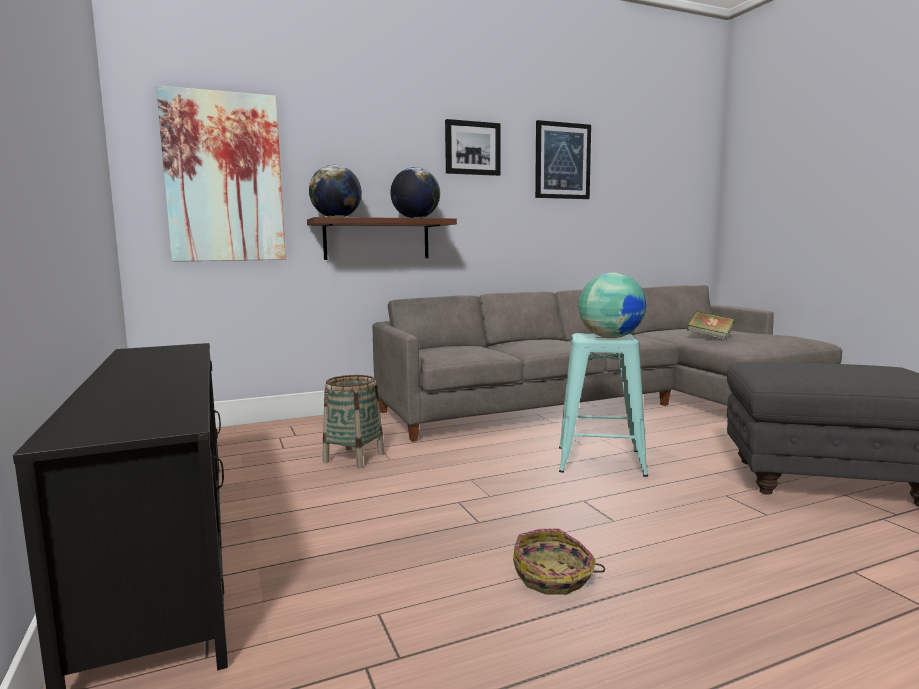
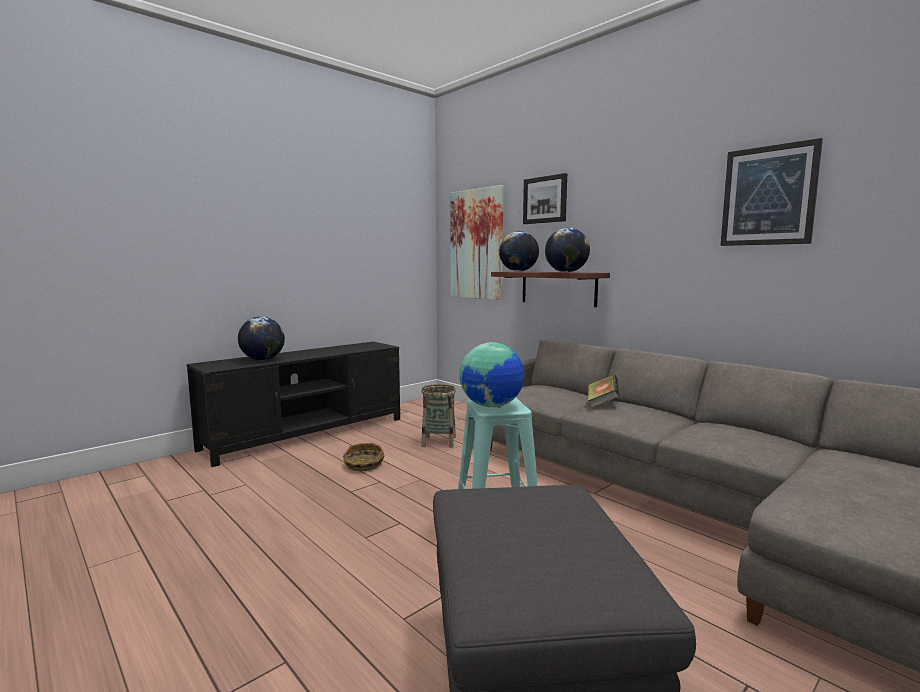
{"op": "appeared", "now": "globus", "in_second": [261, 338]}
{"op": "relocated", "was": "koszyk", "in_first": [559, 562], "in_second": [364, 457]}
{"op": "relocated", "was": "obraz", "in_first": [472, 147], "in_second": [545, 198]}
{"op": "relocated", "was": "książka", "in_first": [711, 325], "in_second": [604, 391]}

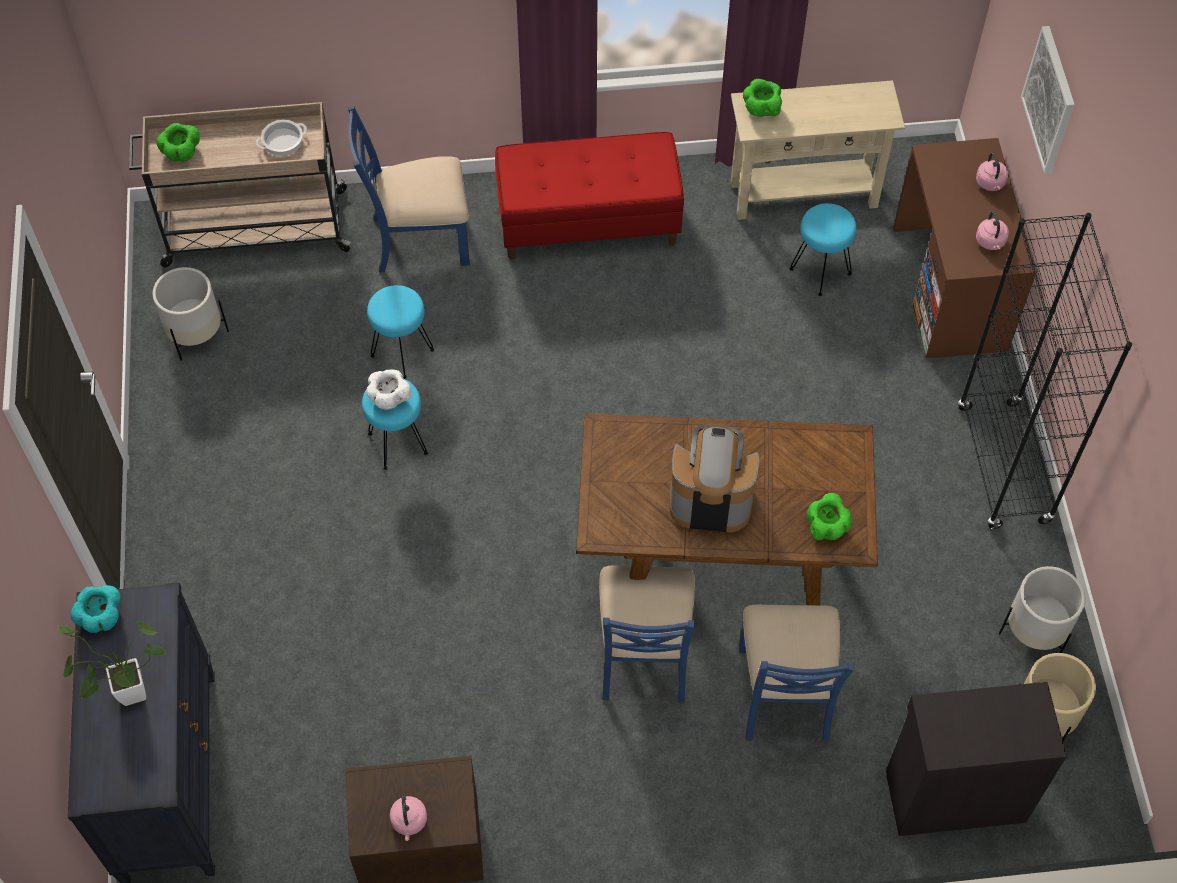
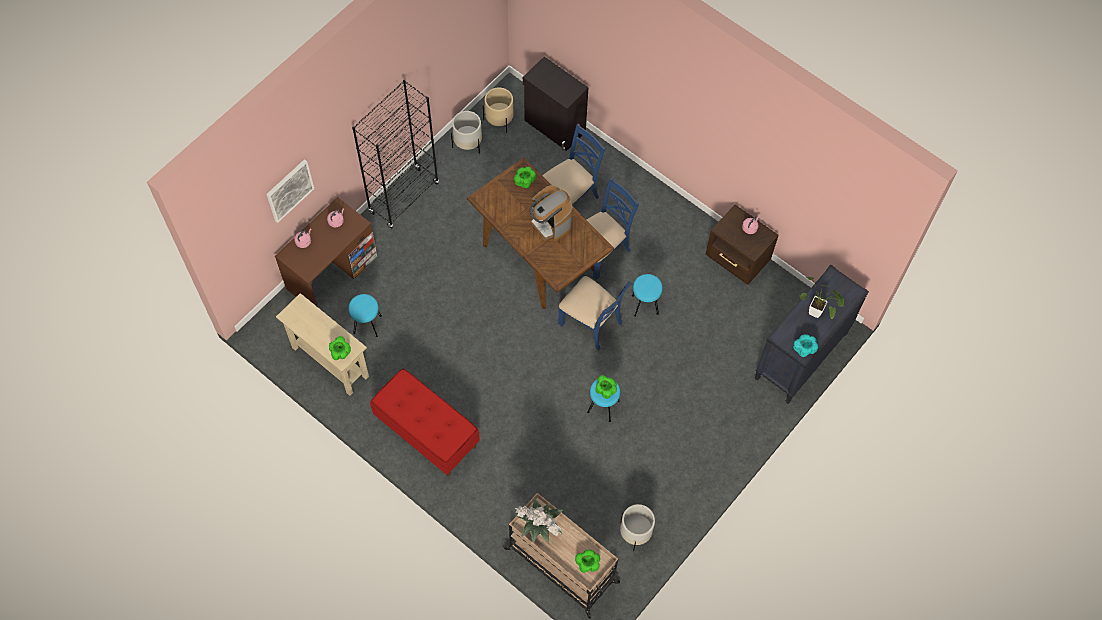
{"op": "exchanged", "was": "garnek", "now": "roślina doniczkowa", "in_first": [281, 138], "in_second": [539, 521]}
{"op": "relocated", "was": "krzesło [niebieski]", "in_first": [409, 189], "in_second": [594, 313]}
{"op": "colour", "was": "miska [biały]", "now": "miska [zielony]", "in_first": [388, 389], "in_second": [606, 387]}
{"op": "relocated", "was": "stołek [turkusowy]", "in_first": [400, 332], "in_second": [647, 295]}

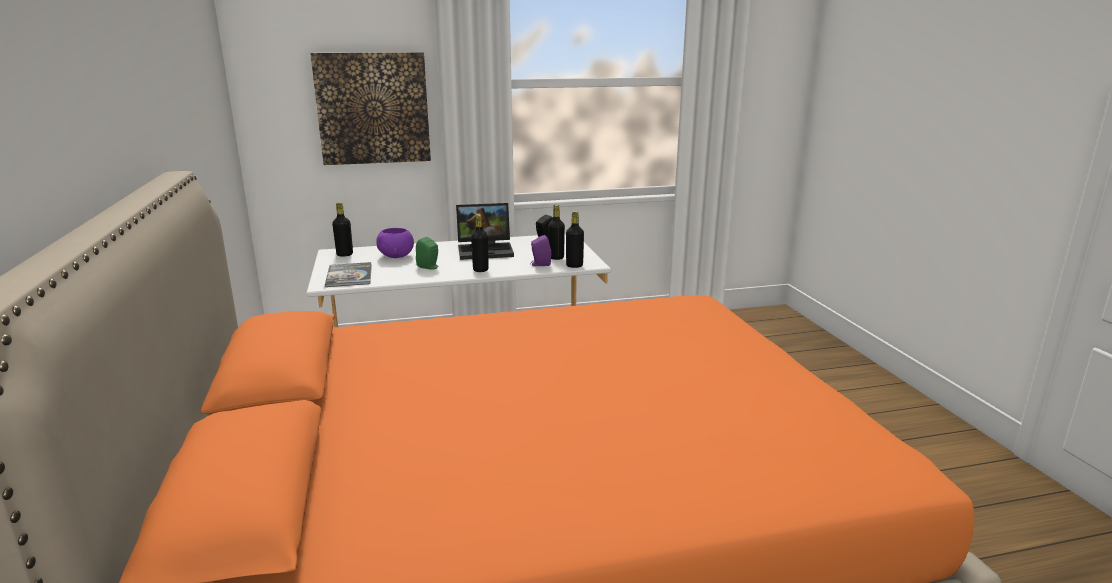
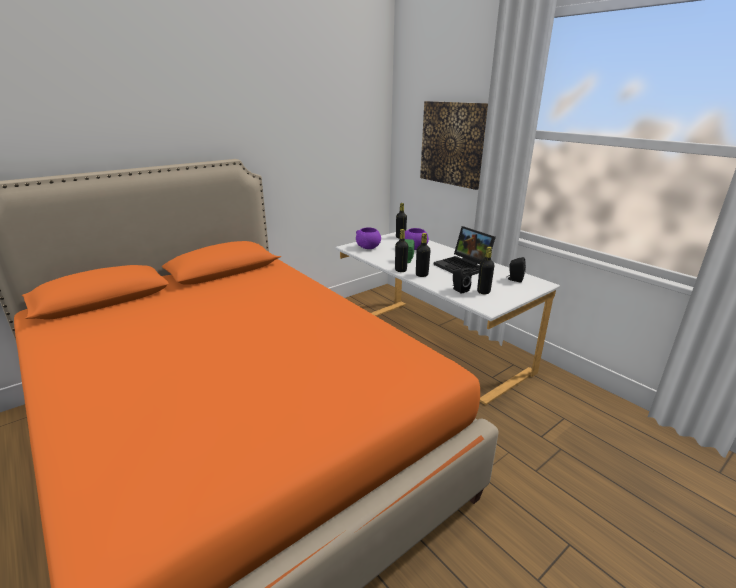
{"op": "exchanged", "was": "książka", "now": "miska [fioletowy]", "in_first": [348, 274], "in_second": [368, 238]}
{"op": "relocated", "was": "butelka [czarny]", "in_first": [575, 239], "in_second": [401, 250]}
{"op": "colour", "was": "głośnik [fioletowy]", "now": "głośnik [czarny]", "in_first": [540, 250], "in_second": [462, 281]}

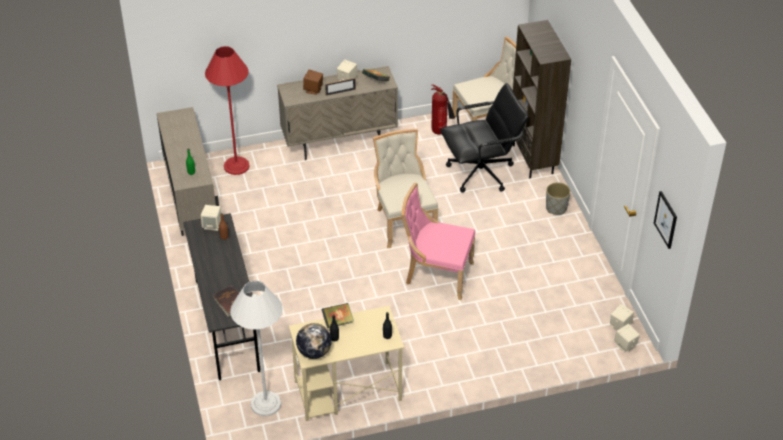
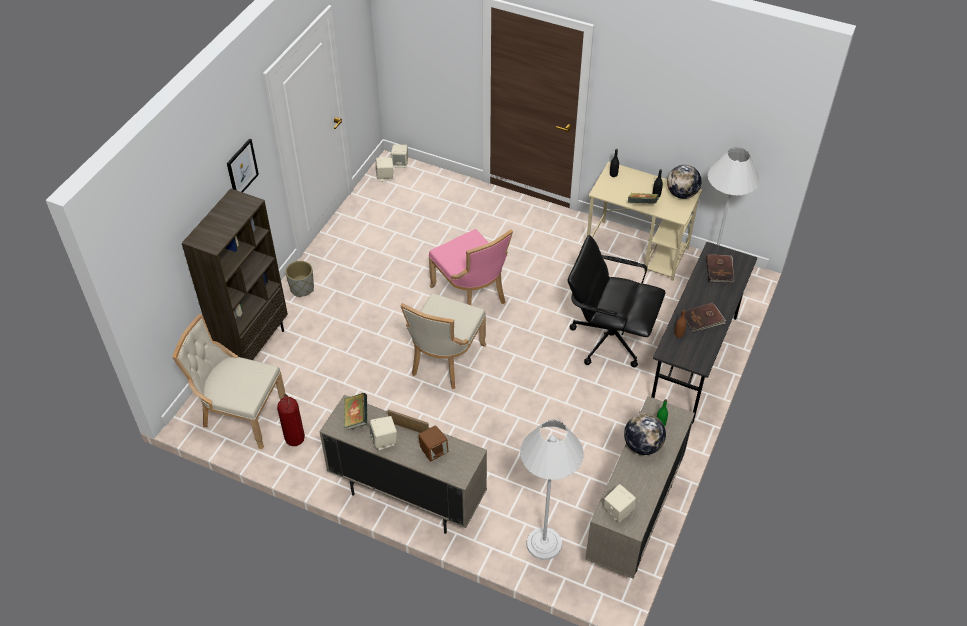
{"op": "relocated", "was": "obraz", "in_first": [665, 220], "in_second": [243, 165]}
{"op": "colour", "was": "lampa stojąca [czerwony]", "now": "lampa stojąca [biały]", "in_first": [227, 110], "in_second": [552, 490]}
{"op": "relocated", "was": "krzesło biurowe [czarny]", "in_first": [484, 138], "in_second": [616, 301]}
{"op": "relocated", "was": "głośnik [beżowy]", "in_first": [211, 218], "in_second": [620, 503]}
{"op": "appeared", "now": "globus", "in_second": [645, 434]}
{"op": "appeared", "now": "książka [brązowy]", "in_second": [703, 317]}

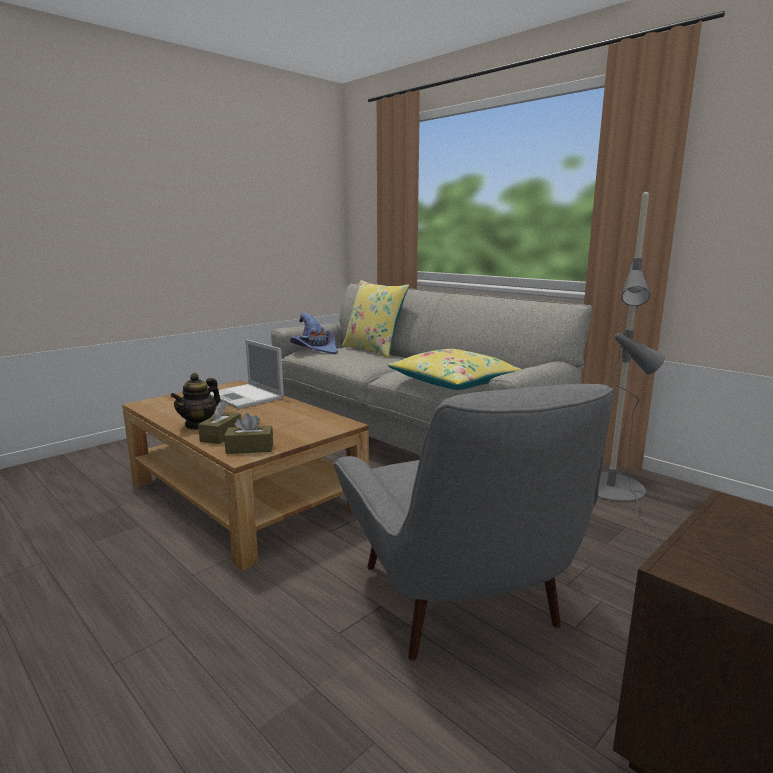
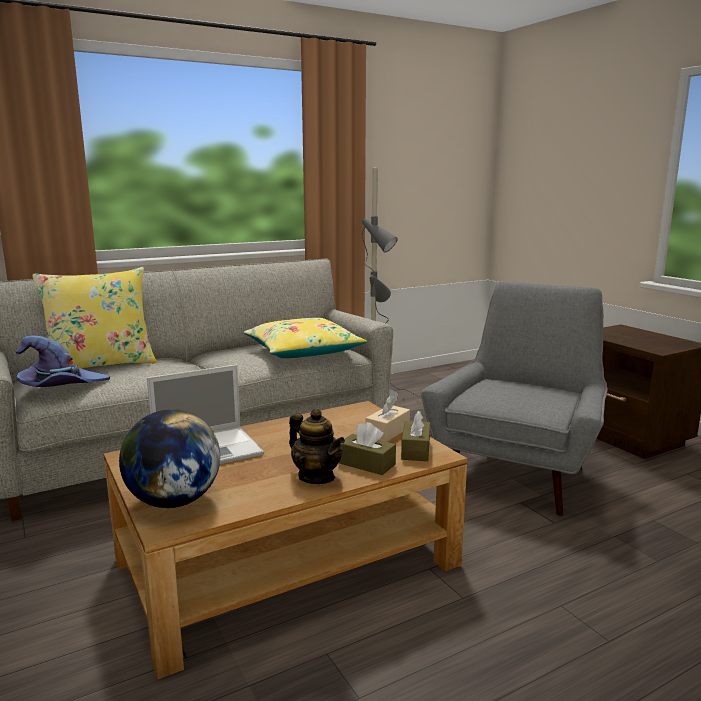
{"op": "appeared", "now": "globus", "in_second": [169, 458]}
{"op": "appeared", "now": "pudełko chusteczek [beżowy]", "in_second": [387, 418]}
{"op": "spun", "was": "fotel [szary]", "in_first": [474, 522], "in_second": [514, 398], "clockwise": -60}

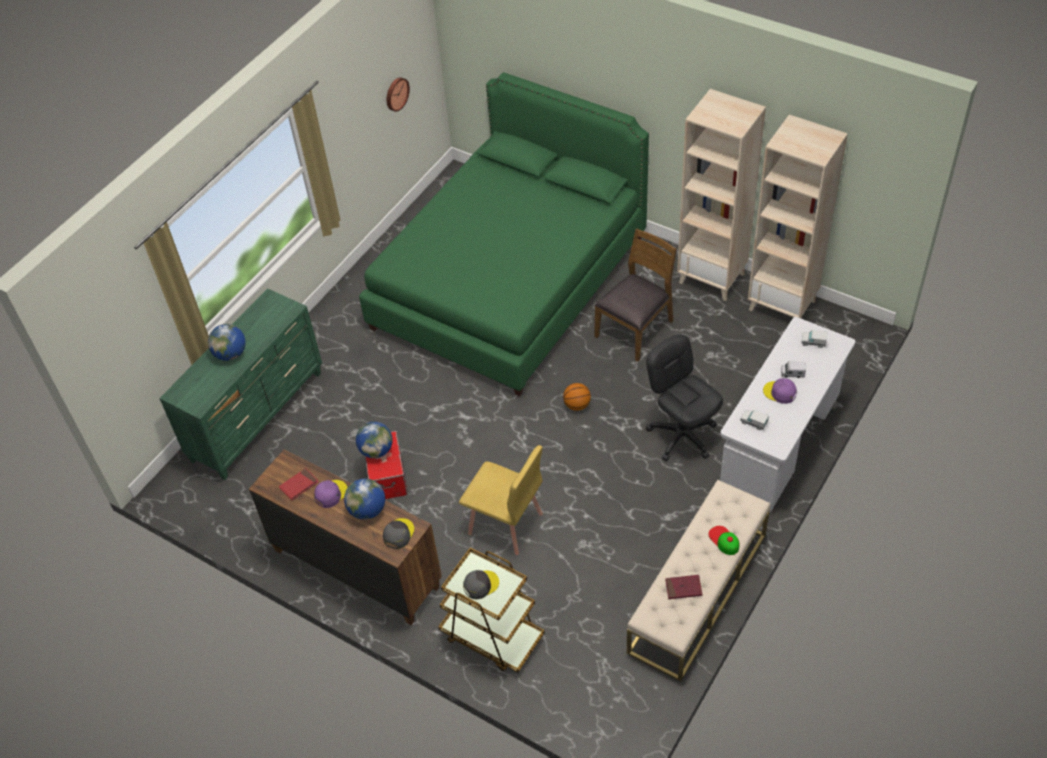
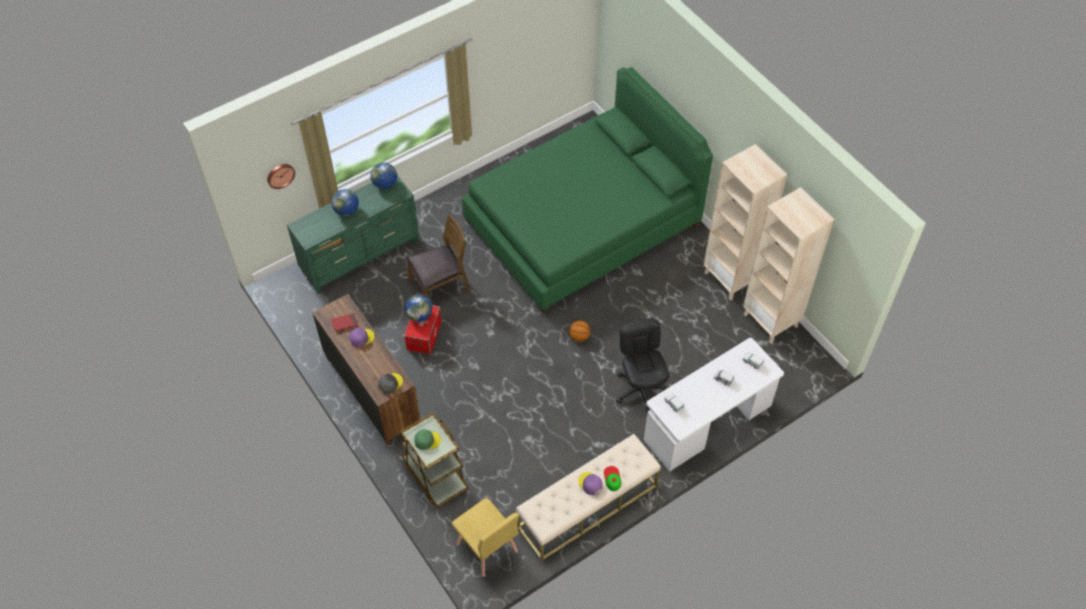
{"op": "relocated", "was": "zegar ścienny", "in_first": [398, 94], "in_second": [281, 176]}
{"op": "relocated", "was": "globus", "in_first": [364, 499], "in_second": [383, 175]}
{"op": "relocated", "was": "krzesło [brązowy]", "in_first": [635, 295], "in_second": [439, 256]}
{"op": "colour", "was": "czapka z daszkiem [szary]", "now": "czapka z daszkiem [zielony]", "in_first": [481, 584], "in_second": [427, 439]}
{"op": "relocated", "was": "krzesło [żółty]", "in_first": [501, 500], "in_second": [485, 537]}
{"op": "relocated", "was": "czapka z daszkiem [fioletowy]", "in_first": [780, 391], "in_second": [590, 483]}
{"op": "missing", "was": "książka [czerwony]", "in_first": [684, 587]}

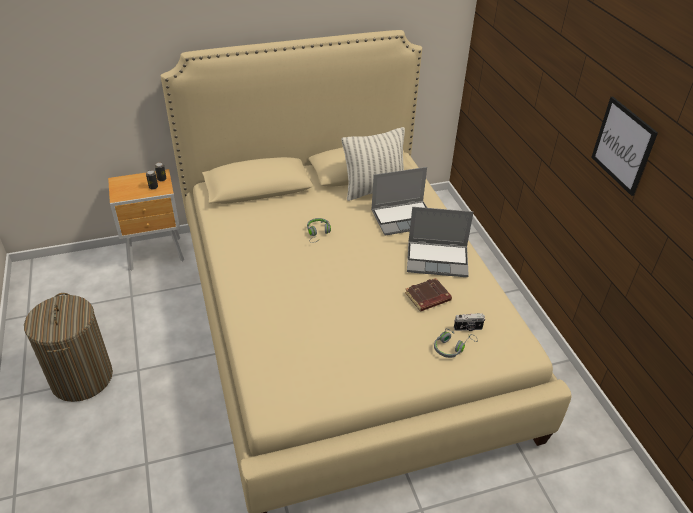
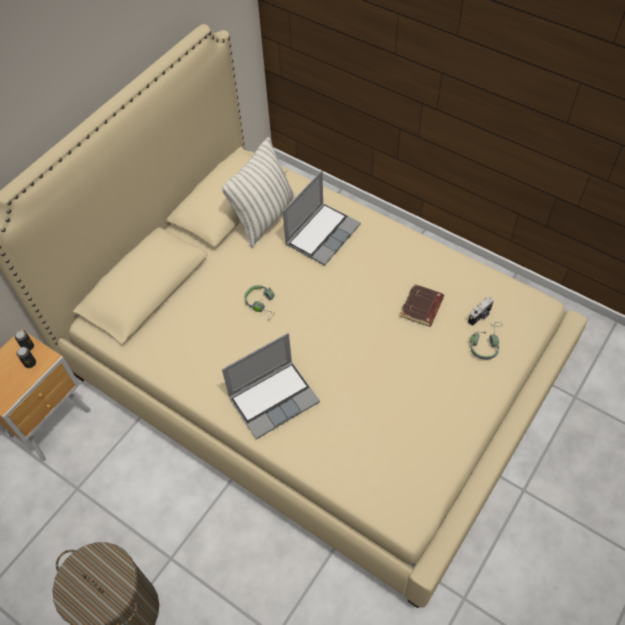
{"op": "relocated", "was": "laptop", "in_first": [440, 242], "in_second": [271, 386]}
{"op": "missing", "was": "obraz", "in_first": [624, 146]}

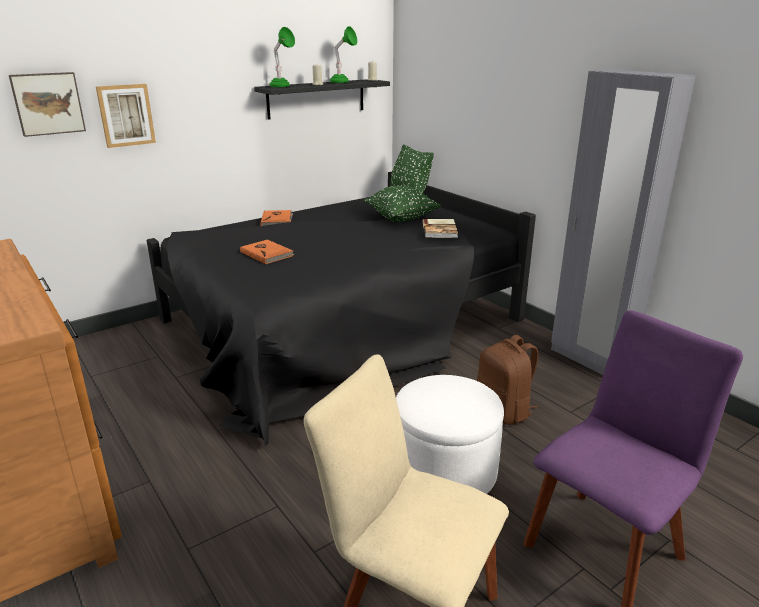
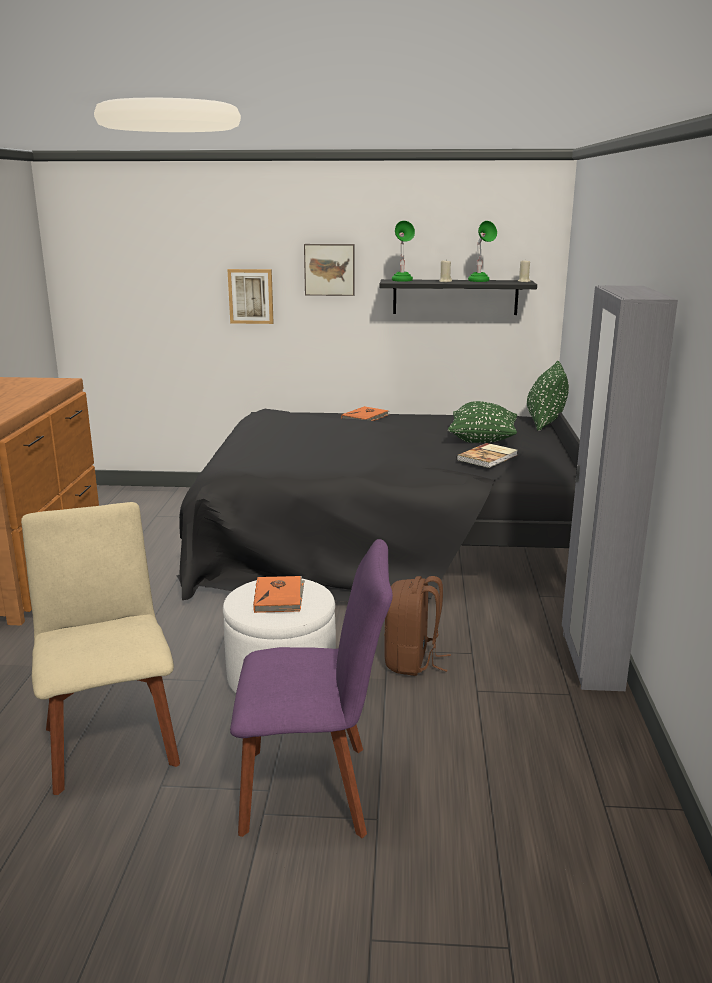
{"op": "relocated", "was": "książka [pomarańczowy]", "in_first": [267, 252], "in_second": [278, 594]}
{"op": "relocated", "was": "obraz", "in_first": [47, 104], "in_second": [329, 270]}

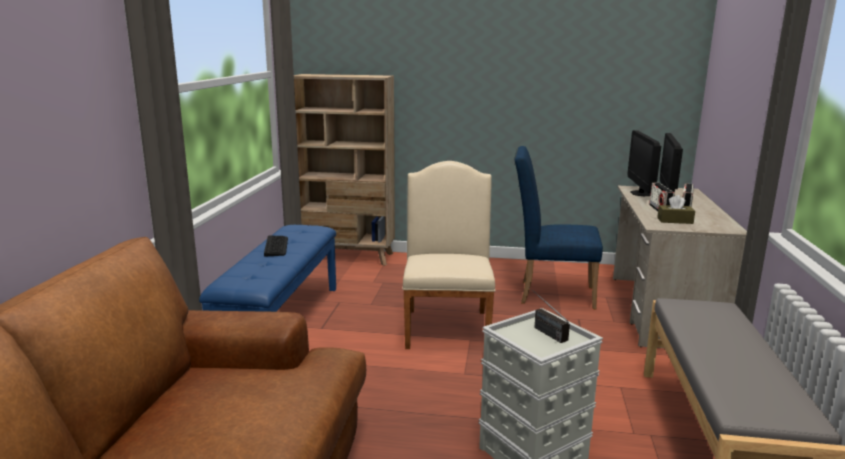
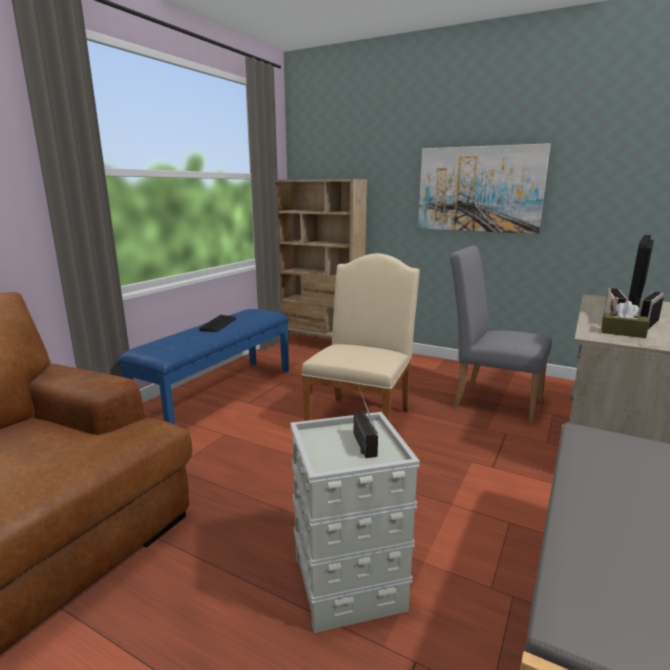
{"op": "appeared", "now": "obraz", "in_second": [484, 188]}
{"op": "colour", "was": "krzesło [niebieski]", "now": "krzesło [szary]", "in_first": [558, 227], "in_second": [501, 336]}
{"op": "missing", "was": "monitor", "in_first": [644, 163]}

